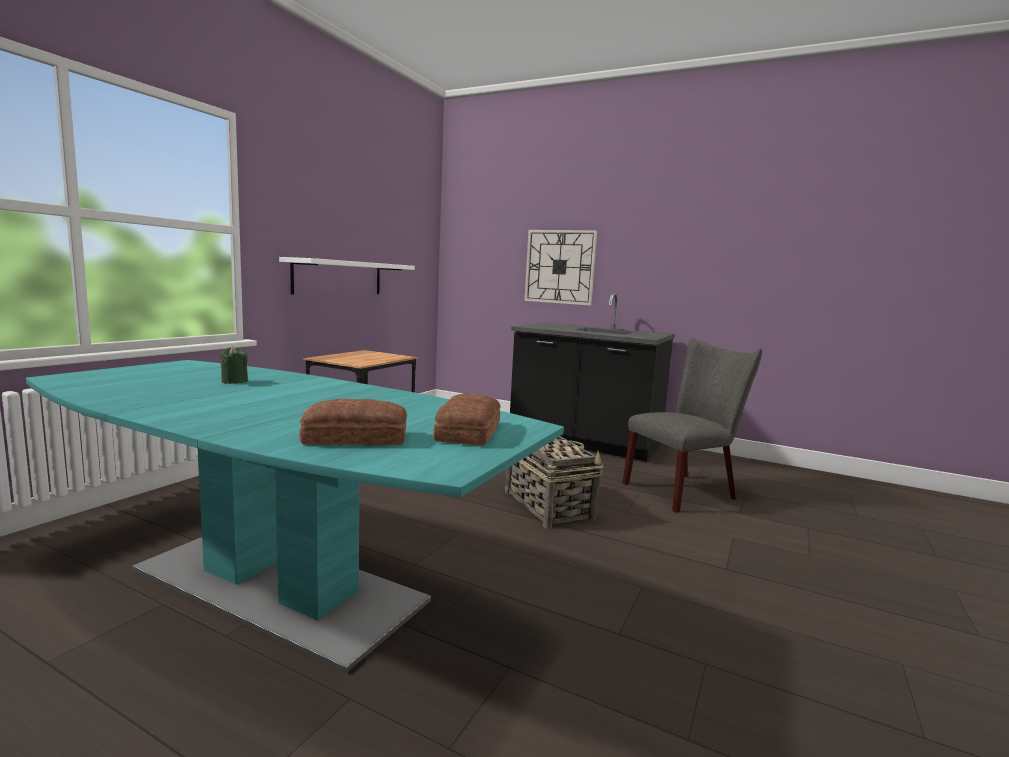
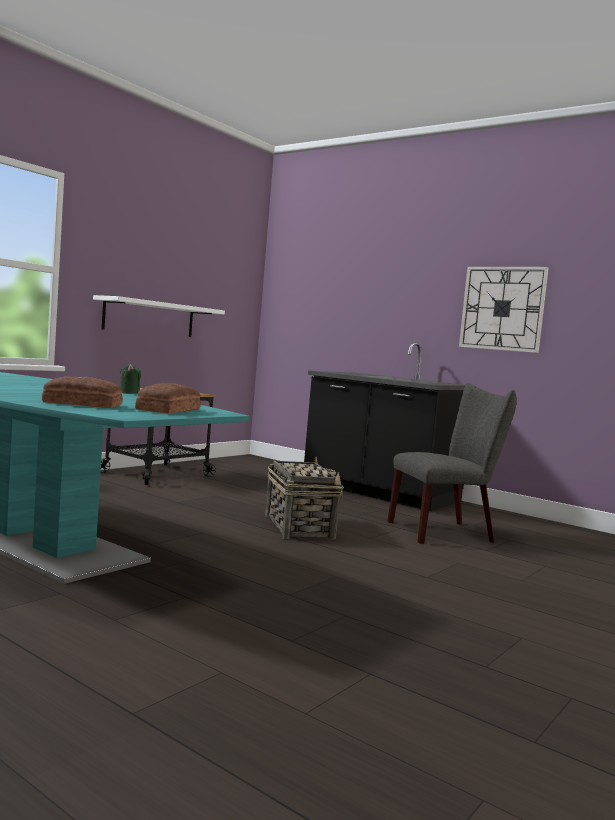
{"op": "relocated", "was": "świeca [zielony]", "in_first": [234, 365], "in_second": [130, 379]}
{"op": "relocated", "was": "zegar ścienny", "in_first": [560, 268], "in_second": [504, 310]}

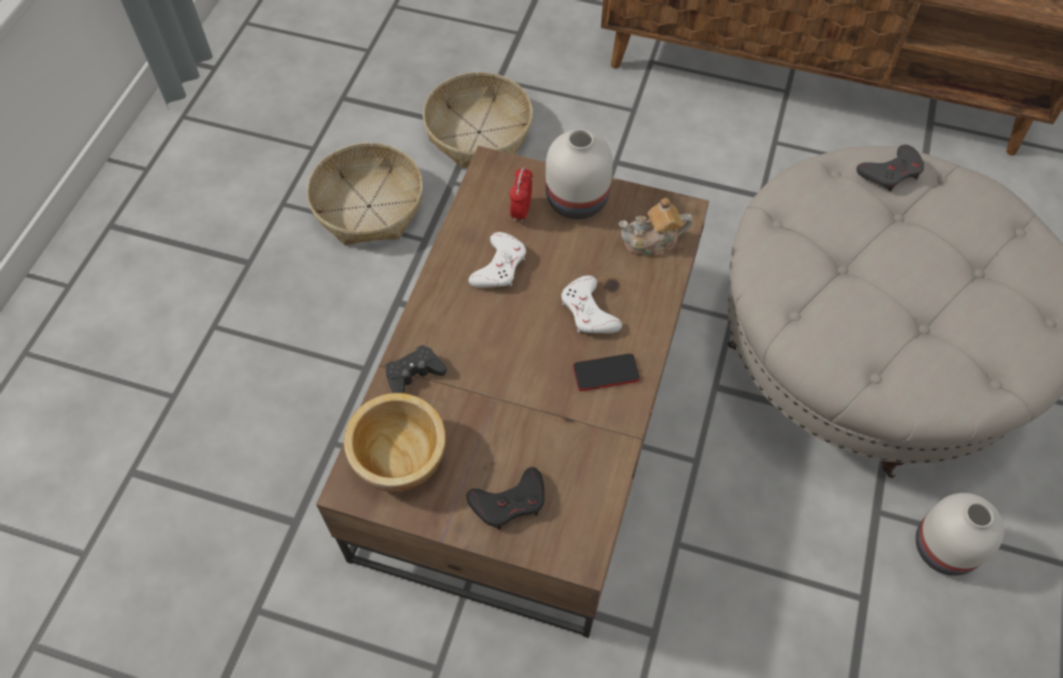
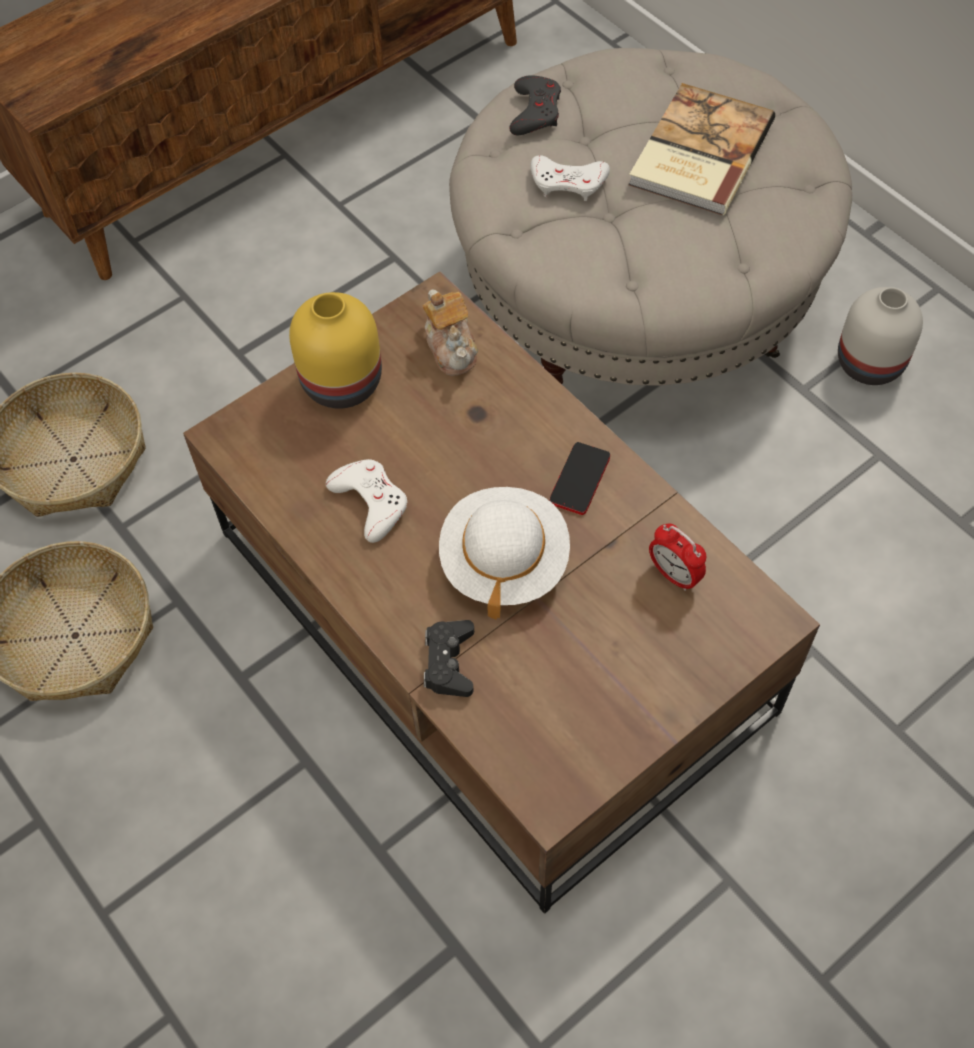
{"op": "colour", "was": "wazon [biały]", "now": "wazon [żółty]", "in_first": [579, 174], "in_second": [335, 350]}
{"op": "spun", "was": "imbryk", "in_first": [655, 227], "in_second": [450, 332], "clockwise": -45}
{"op": "appeared", "now": "kapelusz [biały]", "in_second": [504, 553]}
{"op": "relocated", "was": "pad do gier [biały]", "in_first": [591, 304], "in_second": [570, 178]}
{"op": "appeared", "now": "książka", "in_second": [701, 149]}
{"op": "relocated", "was": "budzik", "in_first": [521, 195], "in_second": [677, 557]}
{"op": "missing", "was": "miska", "in_first": [395, 442]}
{"op": "missing", "was": "pad do gier [czarny]", "in_first": [506, 498]}

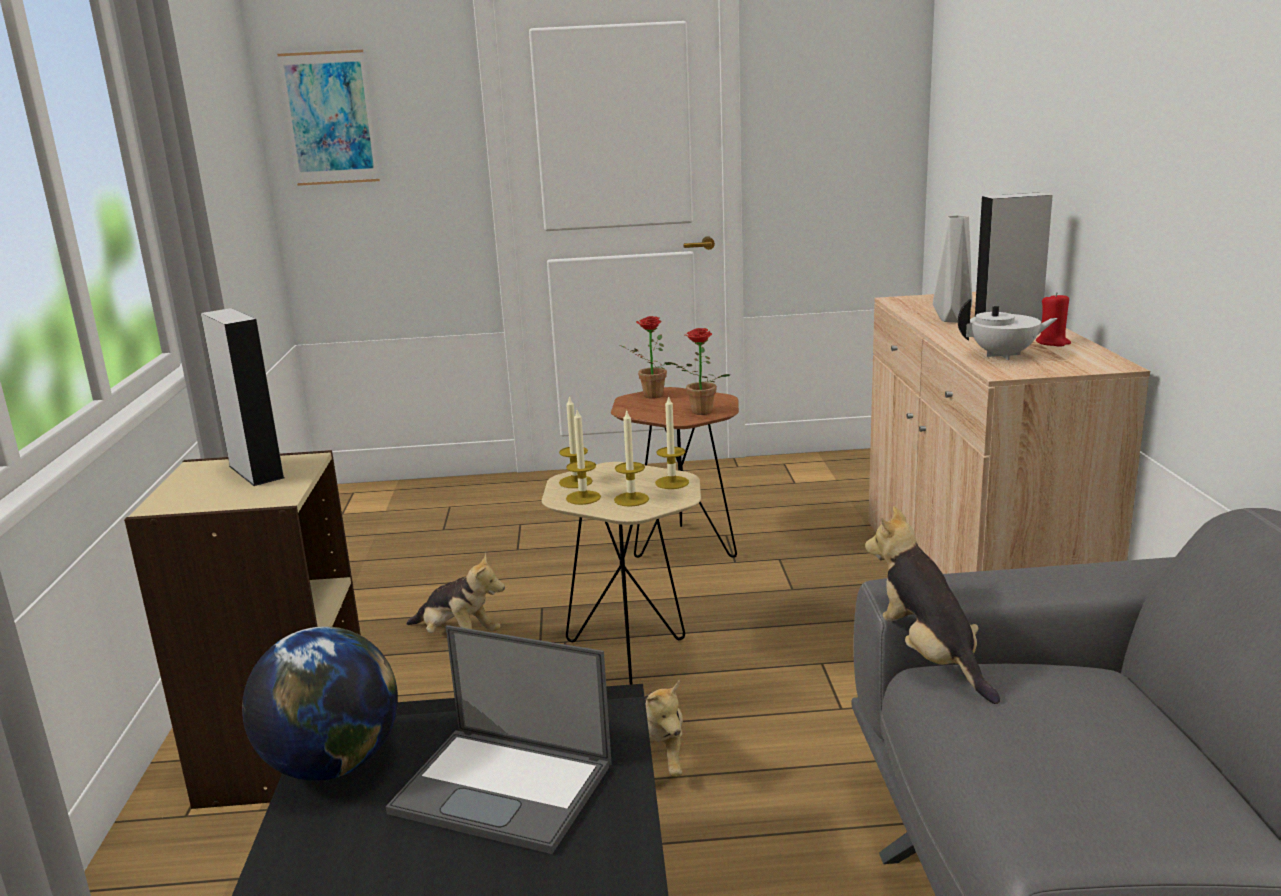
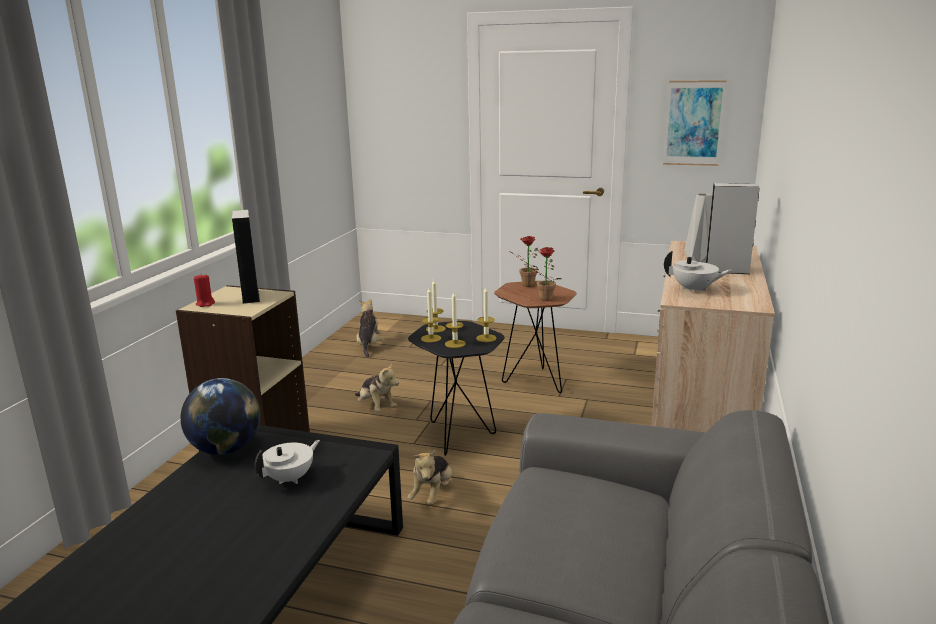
{"op": "relocated", "was": "świeca [czerwony]", "in_first": [1053, 319], "in_second": [204, 290]}
{"op": "exchanged", "was": "laptop", "now": "imbryk [biały]", "in_first": [499, 739], "in_second": [287, 462]}
{"op": "relocated", "was": "pluszak", "in_first": [932, 605], "in_second": [369, 328]}
{"op": "colour", "was": "stolik [beżowy]", "now": "stolik [czarny]", "in_first": [621, 573], "in_second": [456, 388]}
{"op": "relocated", "was": "obraz", "in_first": [328, 118], "in_second": [695, 123]}

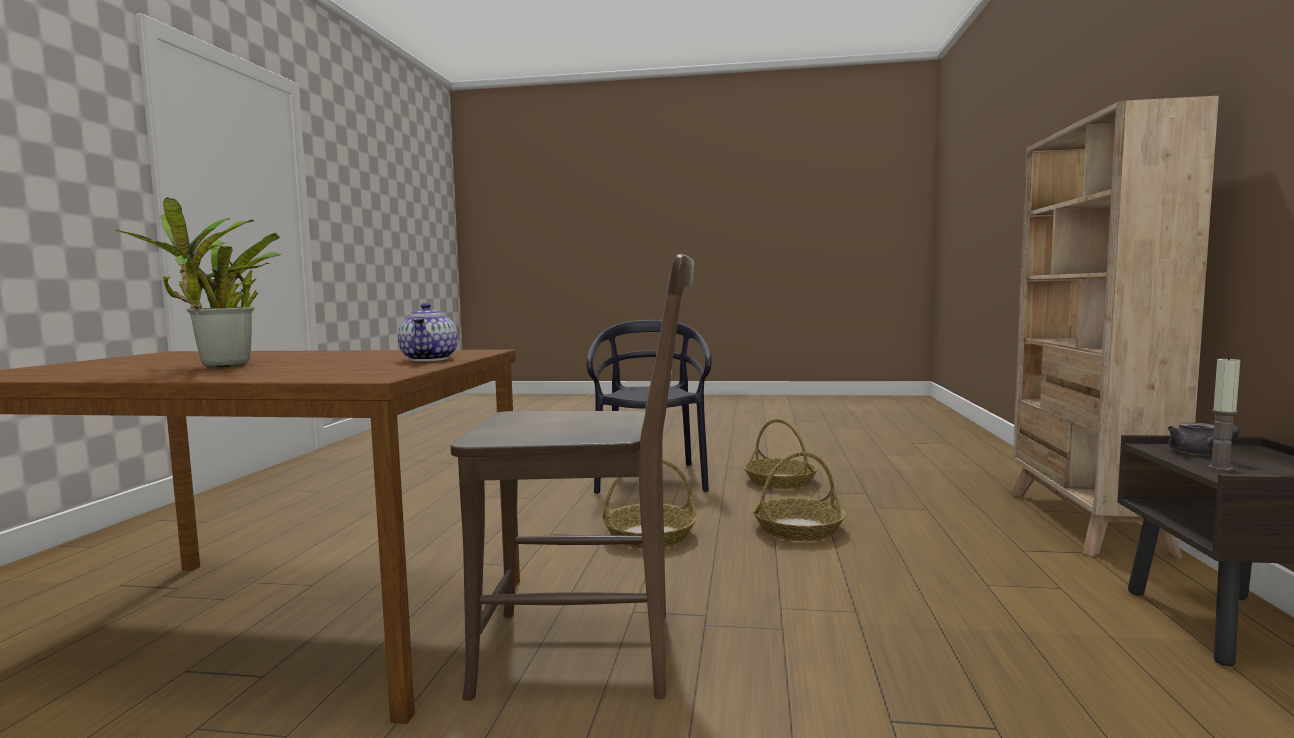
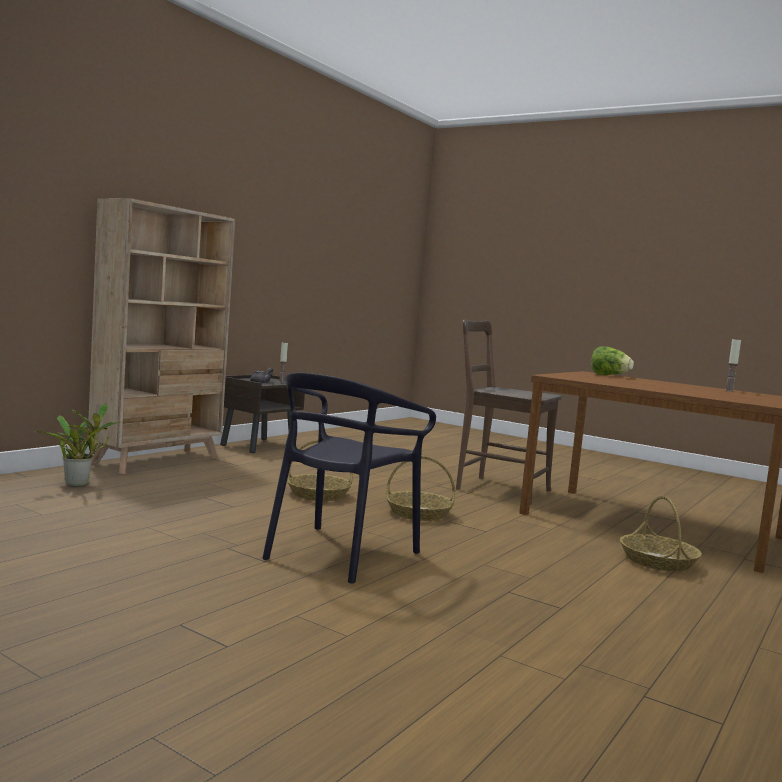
{"op": "relocated", "was": "roślina doniczkowa", "in_first": [198, 282], "in_second": [77, 445]}
{"op": "appeared", "now": "sałata", "in_second": [612, 360]}
{"op": "relocated", "was": "koszyk", "in_first": [780, 454], "in_second": [661, 534]}
{"op": "appeared", "now": "świeca", "in_second": [733, 364]}
{"op": "missing", "was": "imbryk", "in_first": [428, 332]}

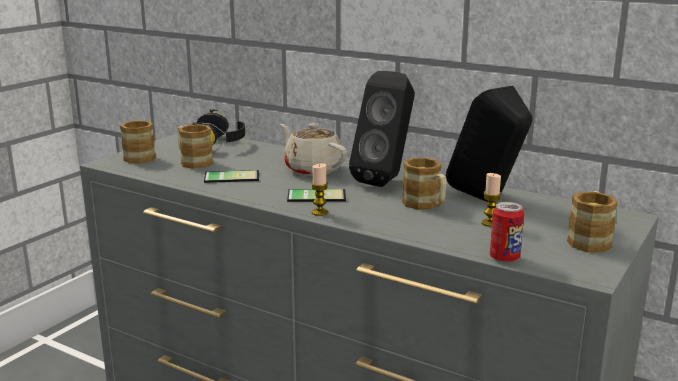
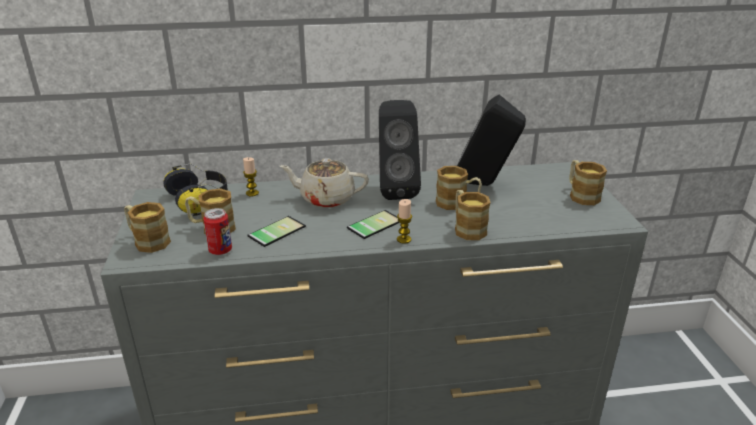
{"op": "relocated", "was": "puszka", "in_first": [507, 232], "in_second": [217, 231]}
{"op": "relocated", "was": "świeca", "in_first": [491, 200], "in_second": [251, 176]}
{"op": "appeared", "now": "kubek", "in_second": [473, 215]}

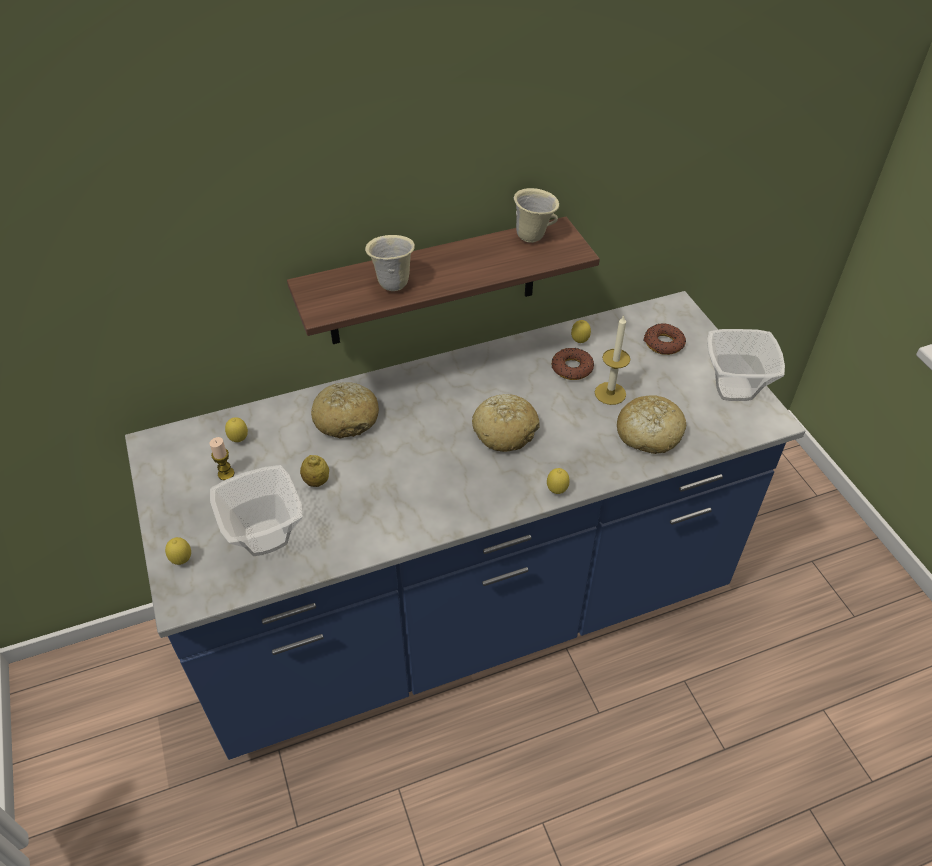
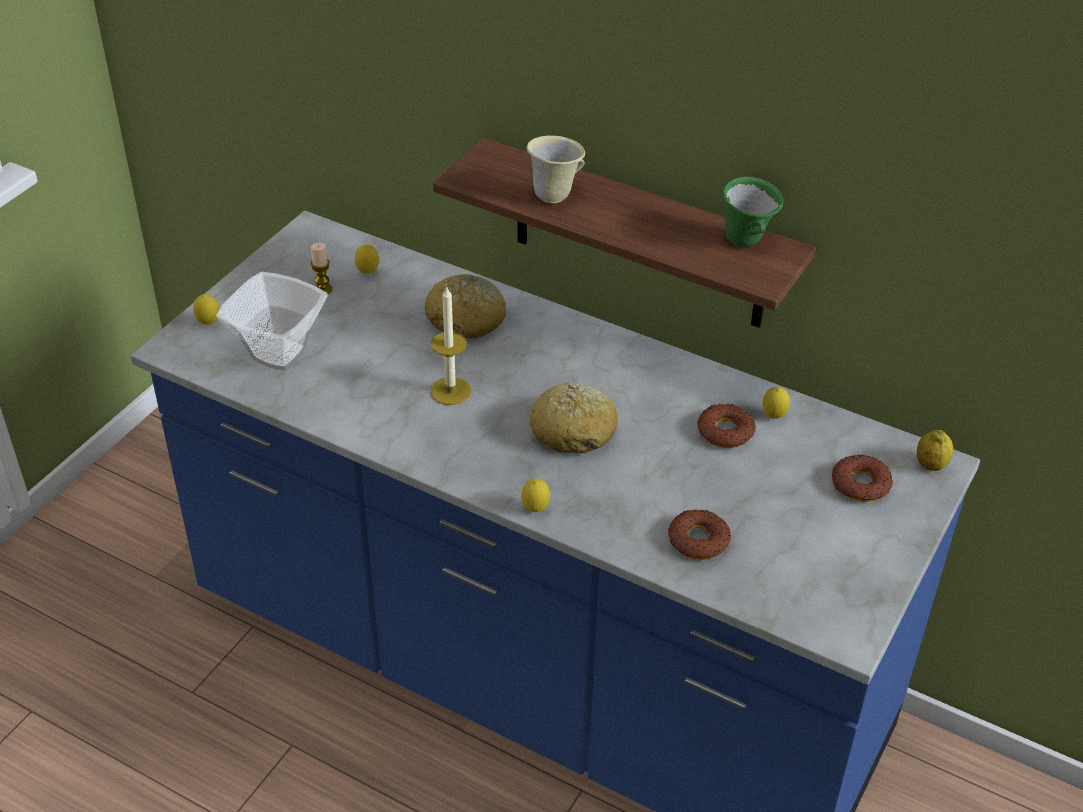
{"op": "relocated", "was": "świeca", "in_first": [612, 360], "in_second": [450, 346]}
{"op": "exchanged", "was": "chleb", "now": "donut", "in_first": [651, 424], "in_second": [699, 535]}
{"op": "colour", "was": "kubek [beżowy]", "now": "kubek [zielony]", "in_first": [536, 215], "in_second": [753, 212]}
{"op": "relocated", "was": "cytryna", "in_first": [314, 471], "in_second": [935, 450]}
{"op": "missing", "was": "miska", "in_first": [746, 365]}

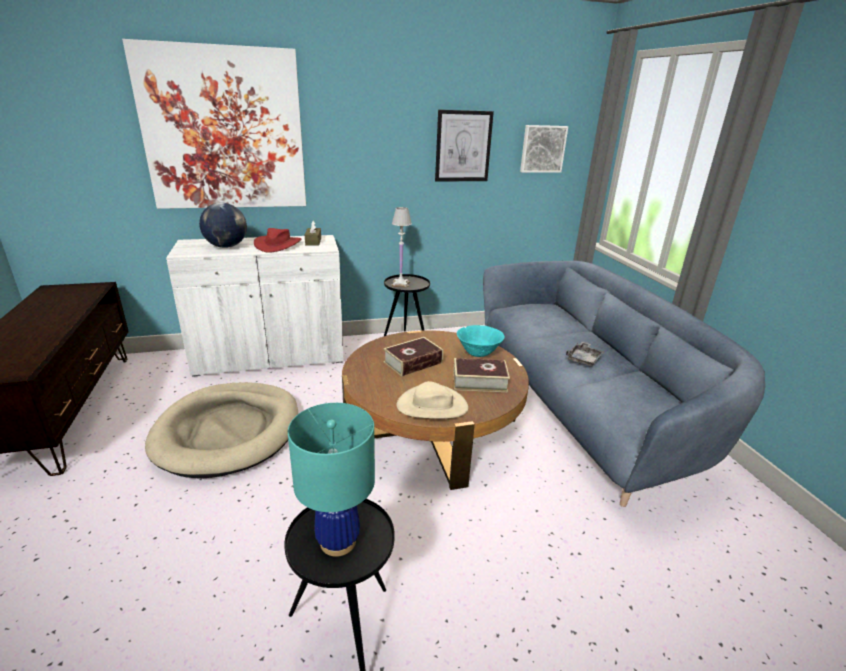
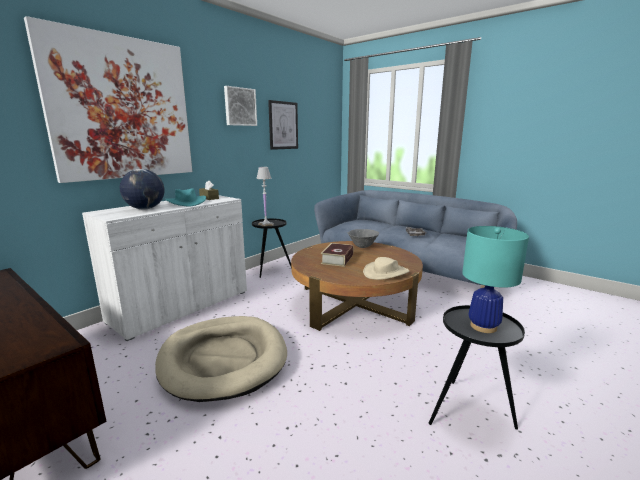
{"op": "colour", "was": "kapelusz [czerwony]", "now": "kapelusz [turkusowy]", "in_first": [277, 240], "in_second": [185, 197]}
{"op": "relocated", "was": "obraz", "in_first": [544, 149], "in_second": [240, 106]}
{"op": "colour", "was": "miska [turkusowy]", "now": "miska [szary]", "in_first": [481, 341], "in_second": [363, 238]}
{"op": "missing", "was": "książka", "in_first": [481, 375]}

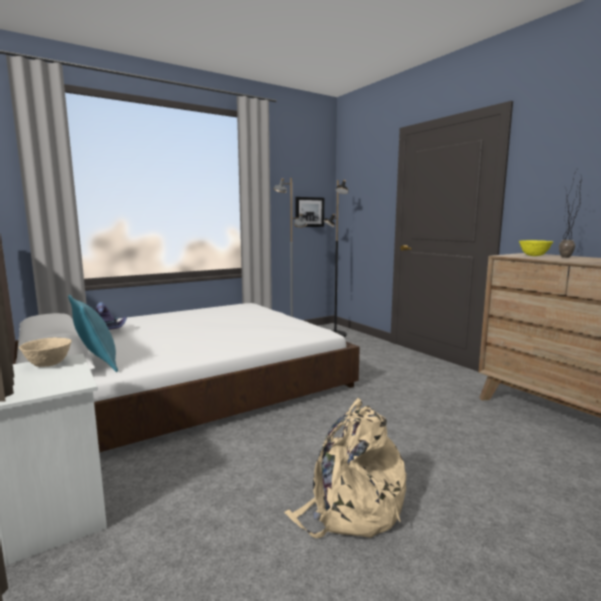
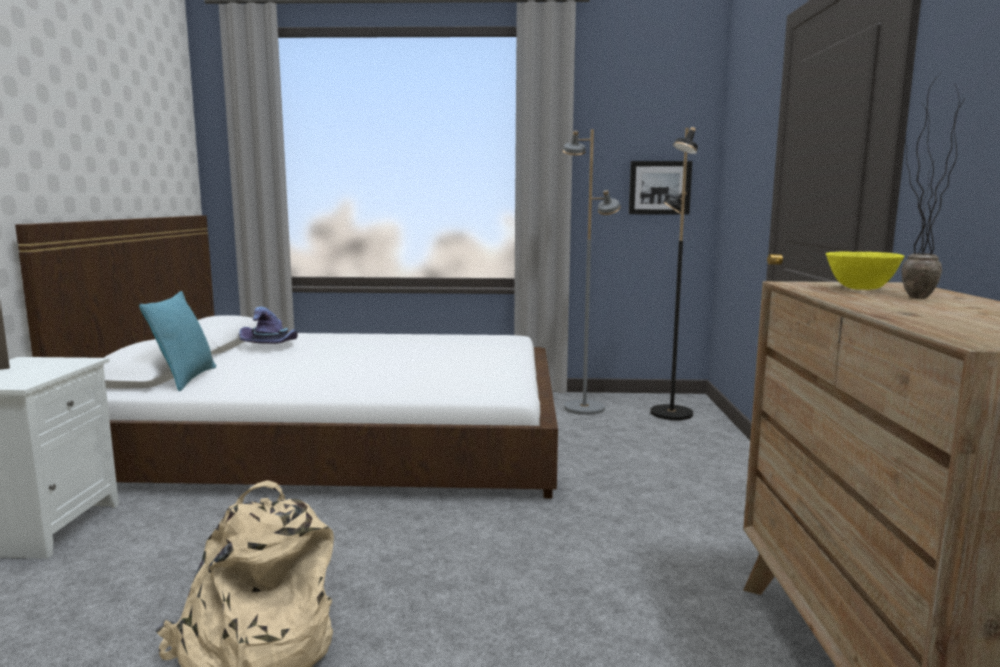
{"op": "missing", "was": "miska [beżowy]", "in_first": [45, 352]}

